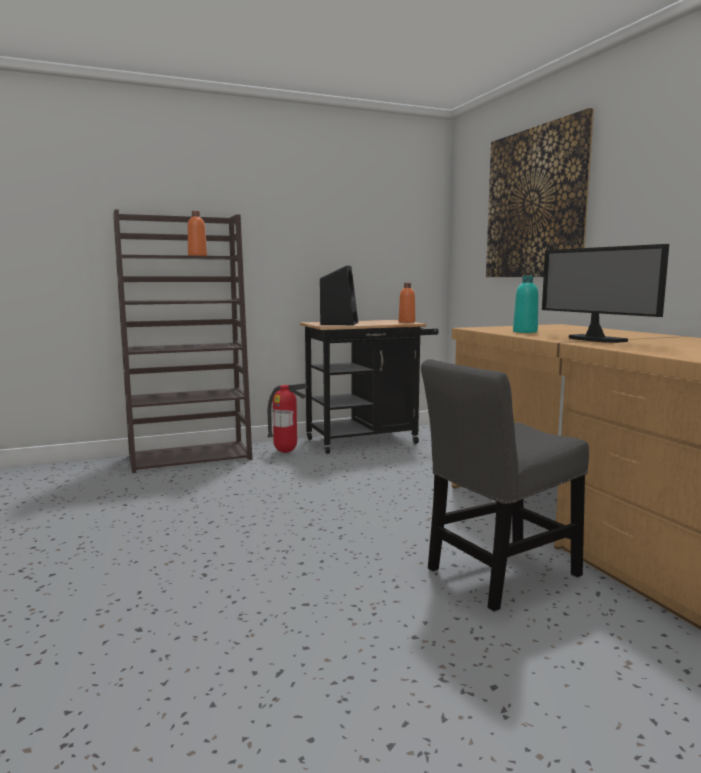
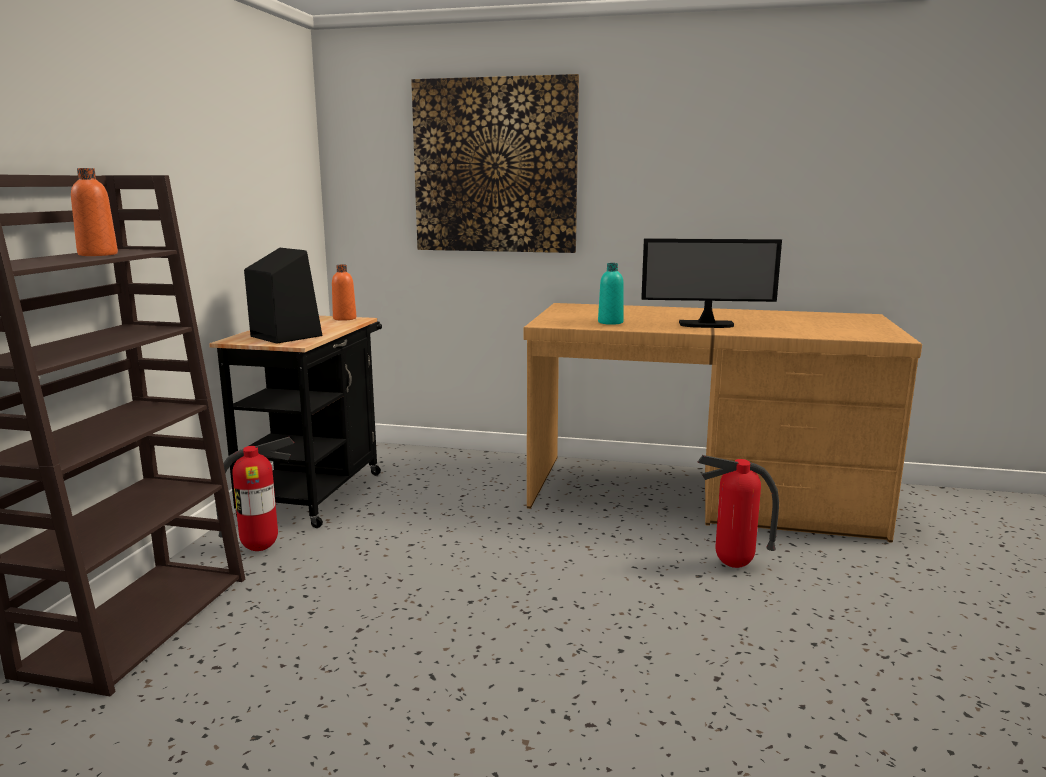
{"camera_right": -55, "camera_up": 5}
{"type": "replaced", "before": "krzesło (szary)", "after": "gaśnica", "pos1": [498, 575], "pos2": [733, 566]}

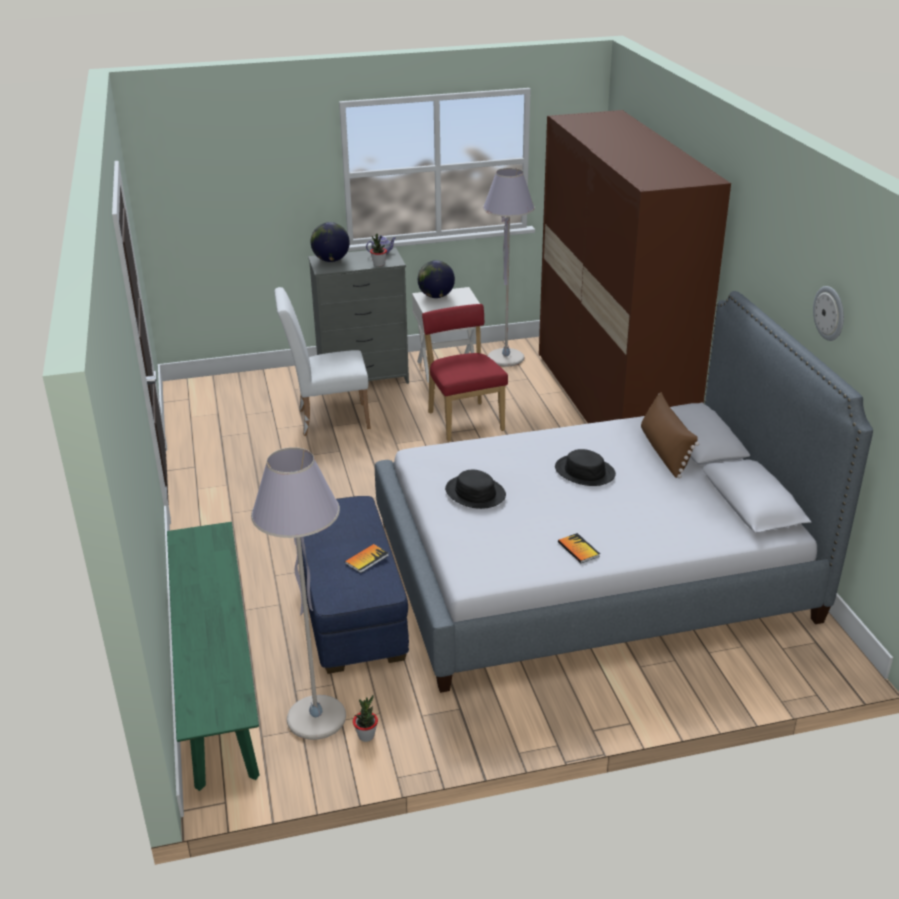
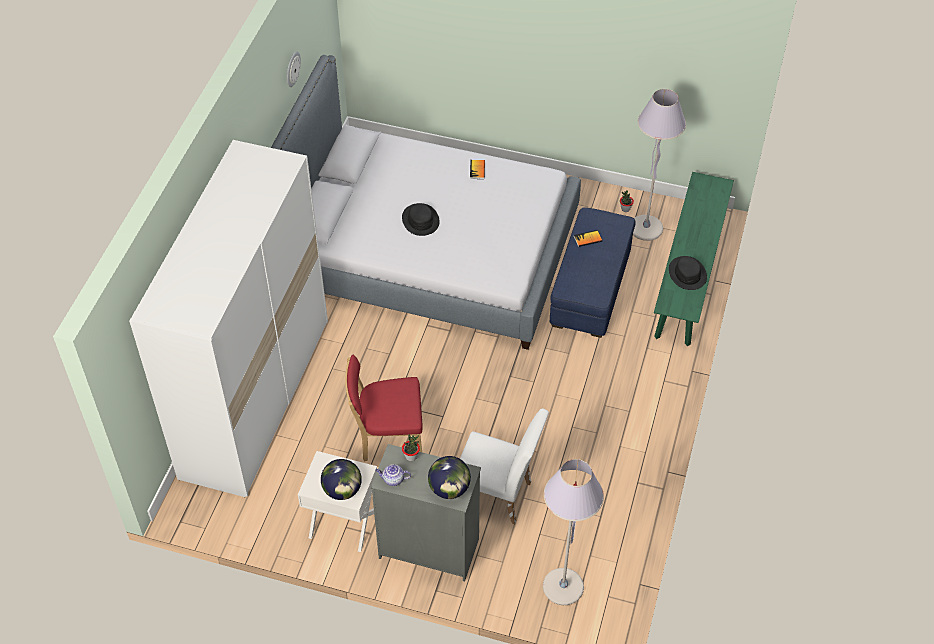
{"camera_right": -150, "camera_up": 20}
{"type": "removed", "before": "poduszka (brązowy)", "pos1": [665, 452]}
{"type": "moved", "before": "kapelusz (czarny)", "pos1": [475, 493], "pos2": [687, 274]}
{"type": "moved", "before": "lampa stojąca (szary)", "pos1": [506, 358], "pos2": [563, 587]}
{"type": "recoloured", "before": "szafa (brązowy)", "after": "szafa (biały)", "pos1": [611, 404], "pos2": [256, 397]}
{"type": "turned", "before": "krzesło (czerwony)", "pos1": [464, 419], "pos2": [387, 437], "turn": 75}

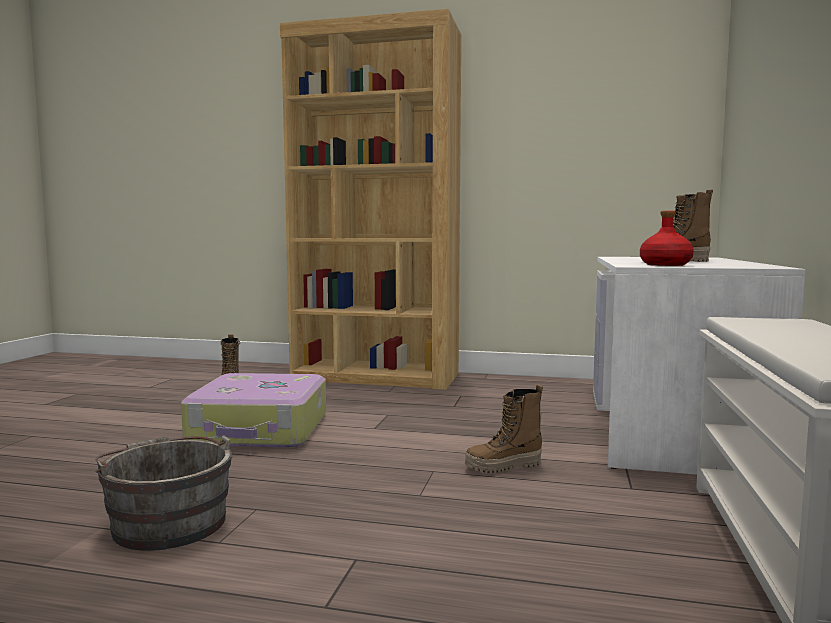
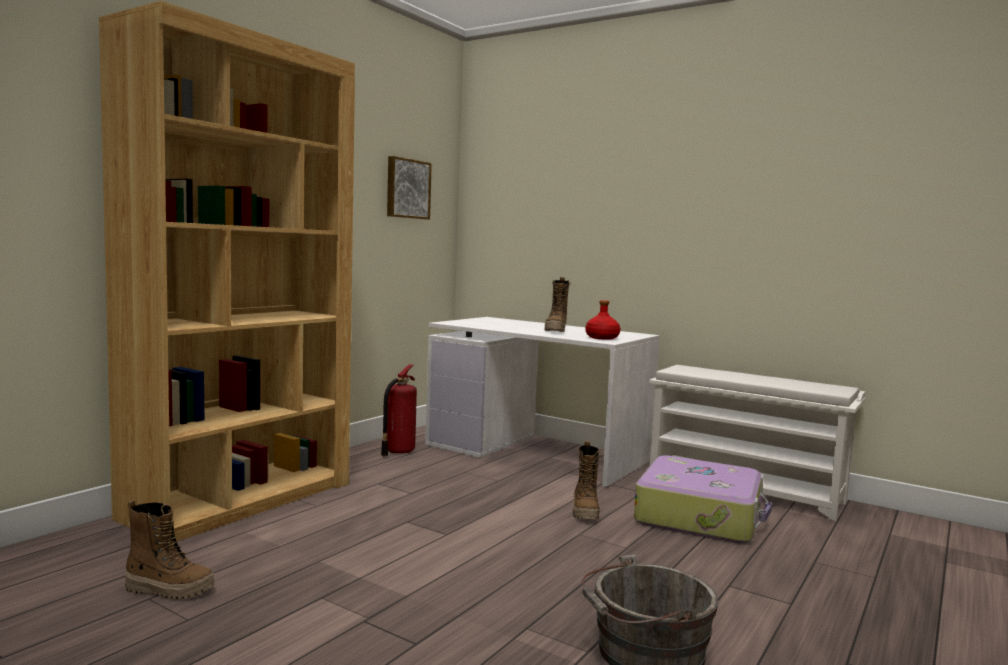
{"camera_right": -70, "camera_up": 0}
{"type": "added", "after": "gaśnica", "pos2": [398, 452]}
{"type": "added", "after": "obraz", "pos2": [407, 189]}
{"type": "moved", "before": "walizka", "pos1": [260, 429], "pos2": [700, 516]}

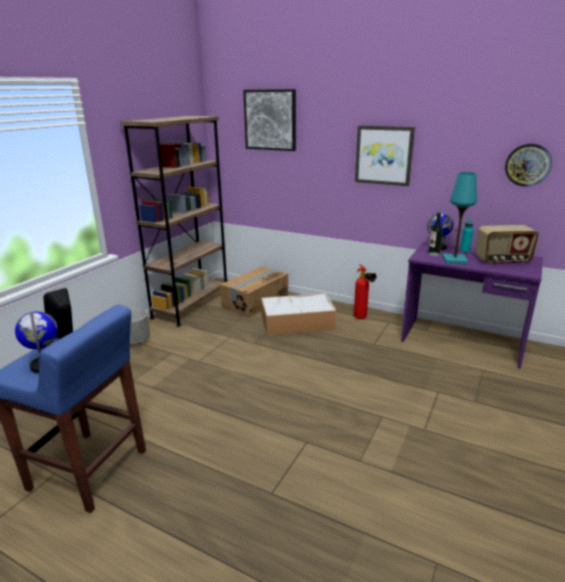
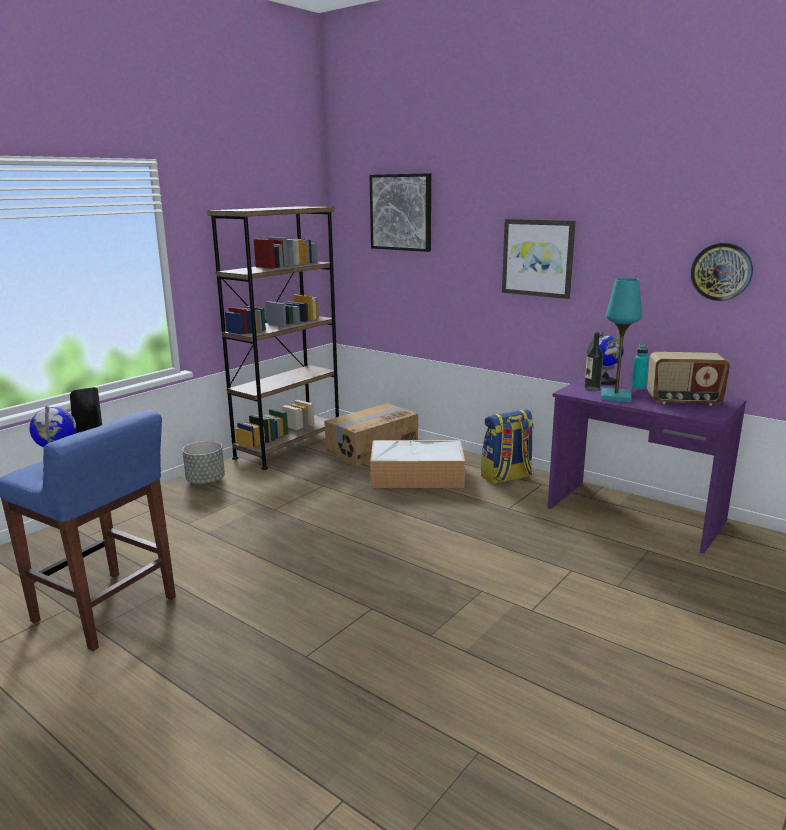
{"camera_right": 10, "camera_up": -5}
{"type": "replaced", "before": "gaśnica", "after": "plecak", "pos1": [362, 318], "pos2": [506, 477]}

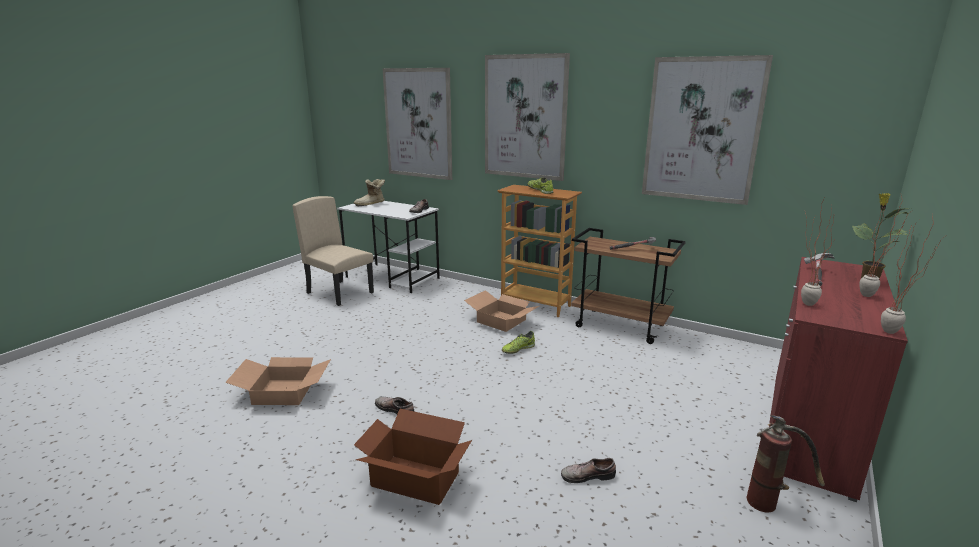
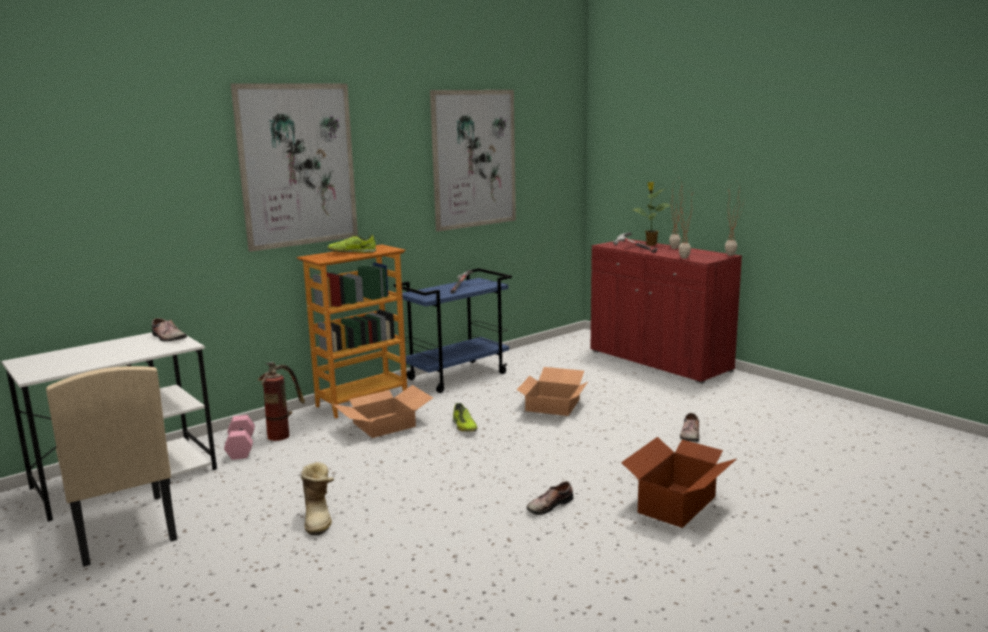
{"camera_right": -70, "camera_up": -5}
{"type": "removed", "before": "obraz", "pos1": [418, 123]}
{"type": "added", "after": "hantel (różowy)", "pos2": [240, 447]}
{"type": "moved", "before": "karton", "pos1": [284, 391], "pos2": [552, 405]}
{"type": "moved", "before": "but z cholewką", "pos1": [371, 204], "pos2": [319, 519]}
{"type": "moved", "before": "gaśnica", "pos1": [771, 500], "pos2": [282, 432]}
{"type": "recoloured", "before": "wózek (brązowy)", "after": "wózek (niebieski)", "pos1": [621, 326], "pos2": [457, 376]}
{"type": "turned", "before": "krzesło (beżowy)", "pos1": [340, 292], "pos2": [123, 529], "turn": -90}

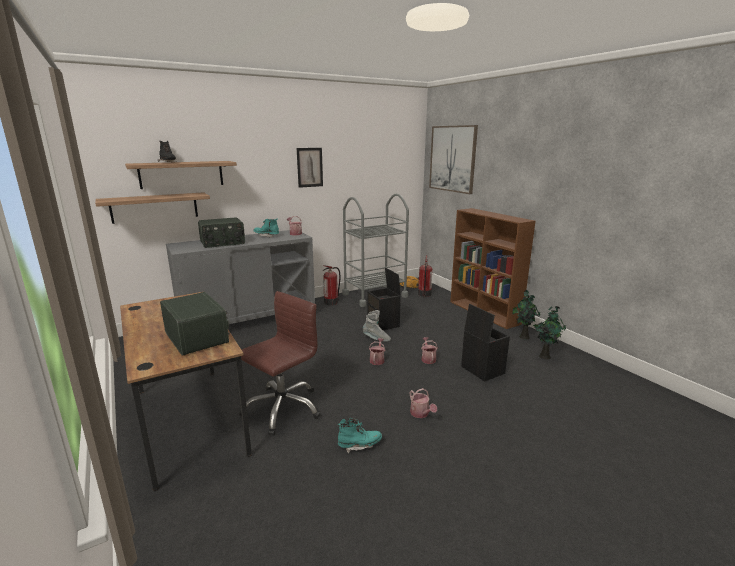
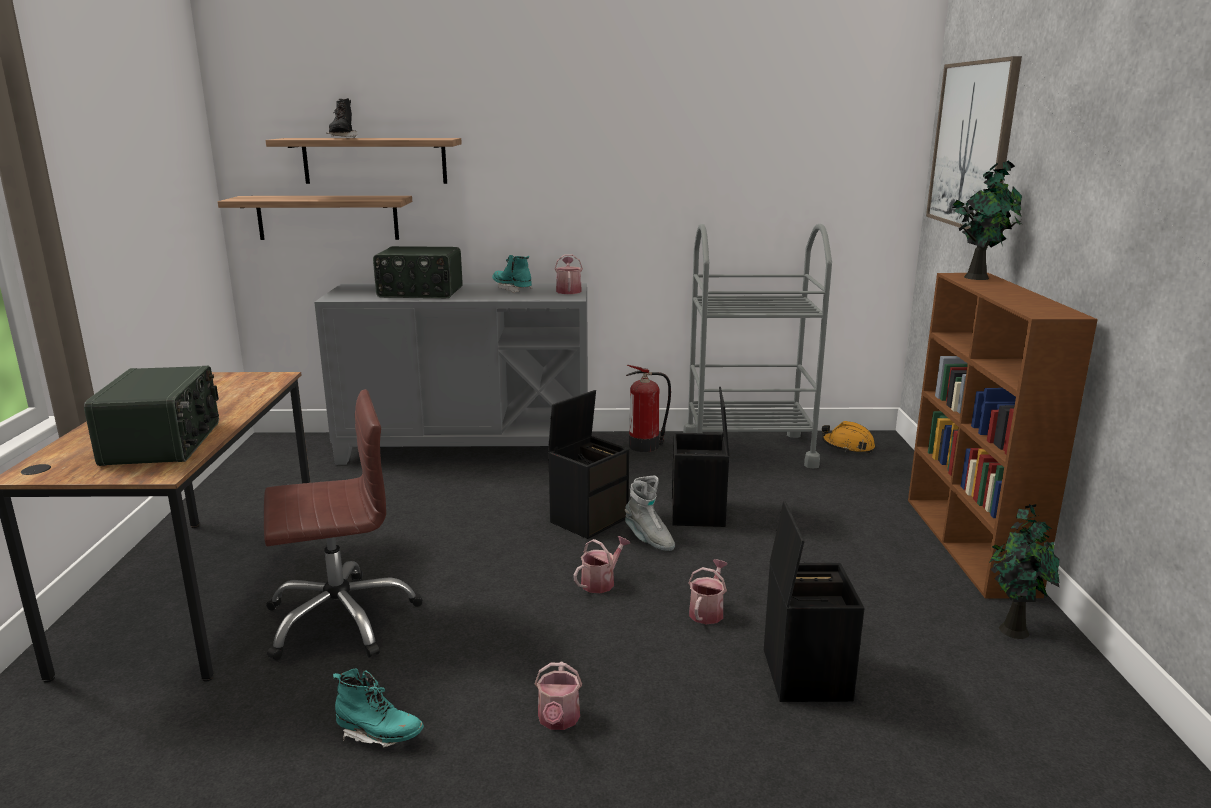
{"camera_right": 30, "camera_up": 0}
{"type": "removed", "before": "obraz", "pos1": [309, 167]}
{"type": "removed", "before": "gaśnica", "pos1": [424, 294]}
{"type": "added", "after": "pojemnik do przechowywania (czarny)", "pos2": [589, 519]}
{"type": "moved", "before": "roślina doniczkowa", "pos1": [545, 356], "pos2": [978, 277]}

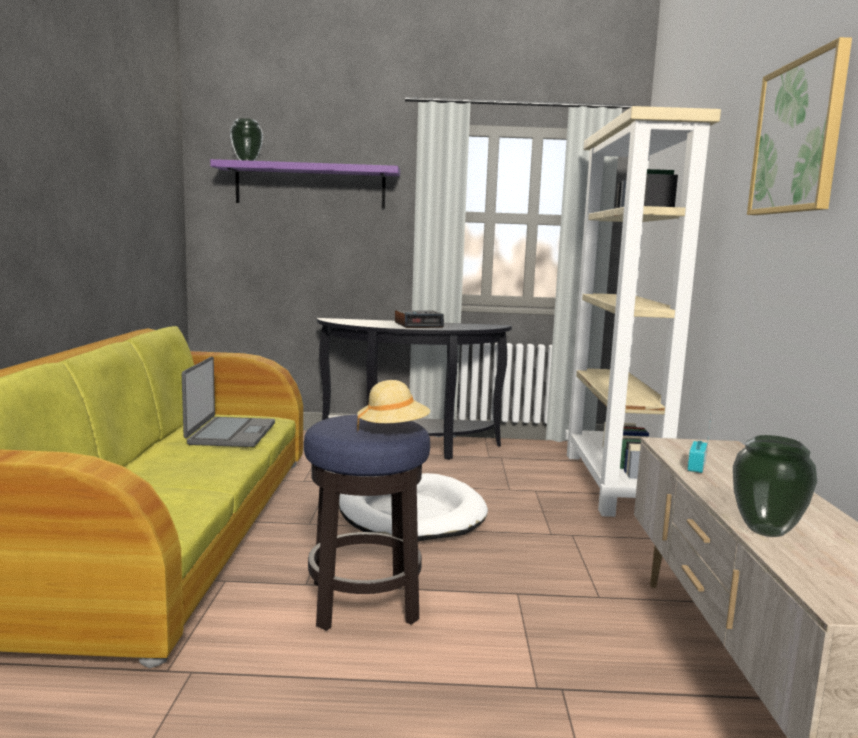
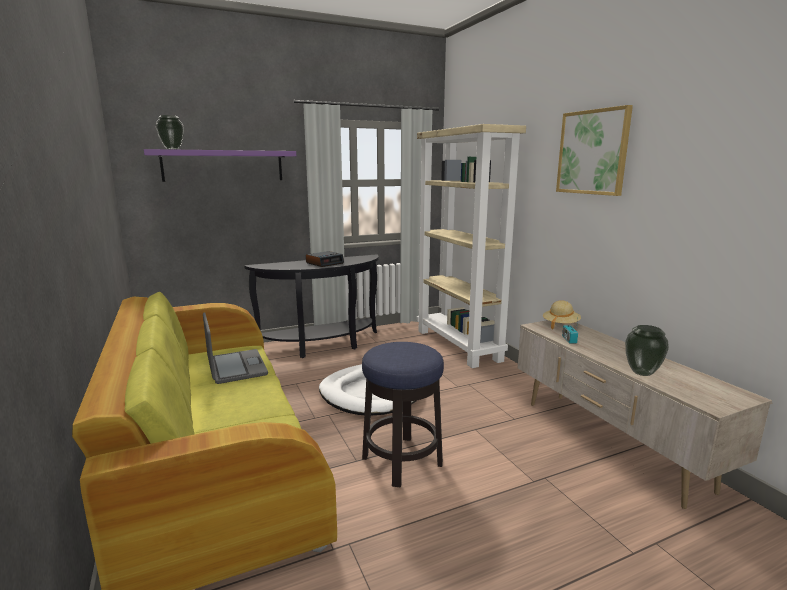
{"camera_right": -25, "camera_up": 5}
{"type": "moved", "before": "kapelusz (beżowy)", "pos1": [393, 430], "pos2": [560, 325]}

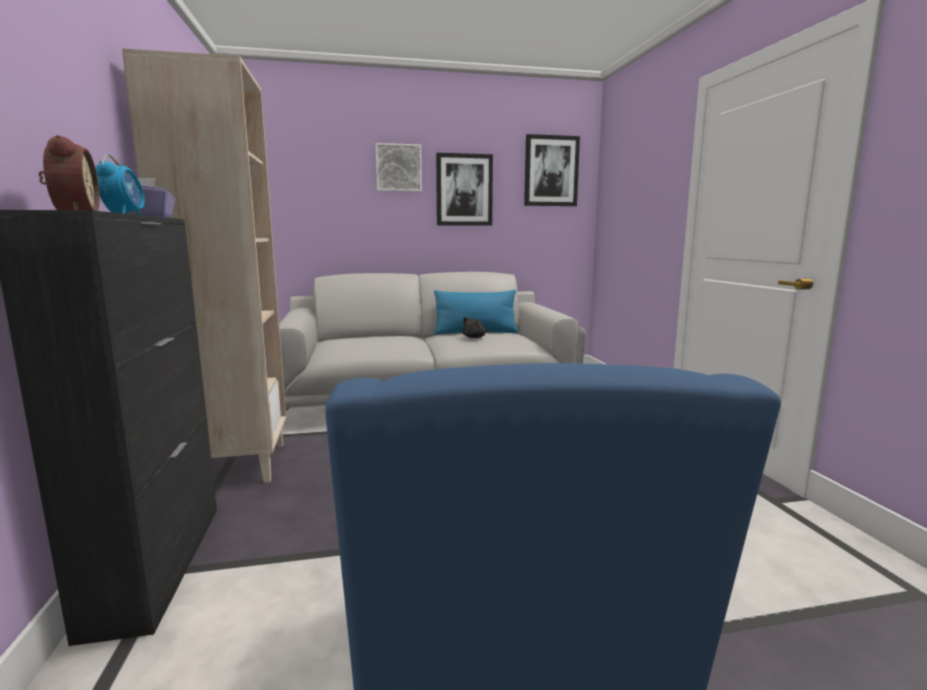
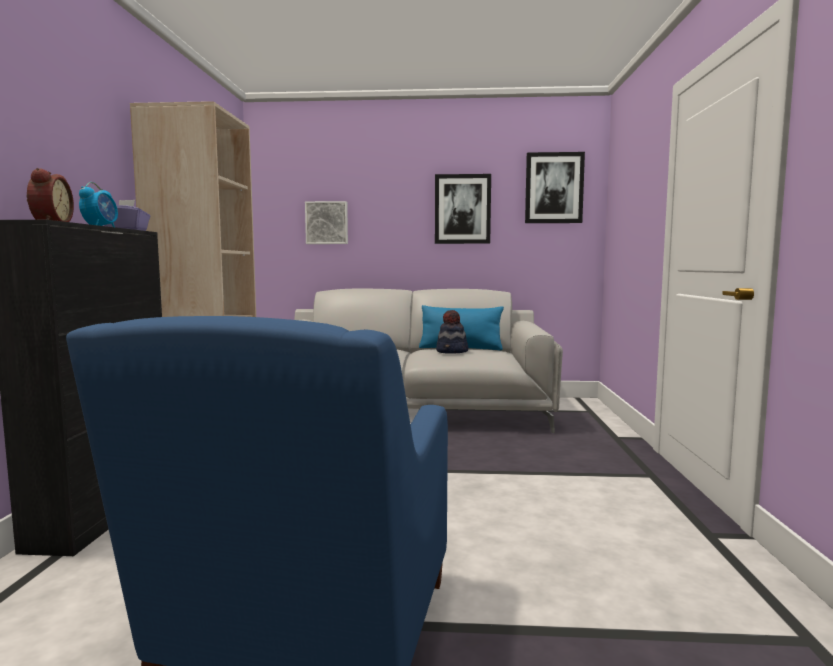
{"camera_right": 15, "camera_up": -5}
{"type": "moved", "before": "obraz", "pos1": [398, 168], "pos2": [327, 223]}
{"type": "replaced", "before": "pluszak (czarny)", "after": "kapelusz", "pos1": [475, 337], "pos2": [452, 351]}

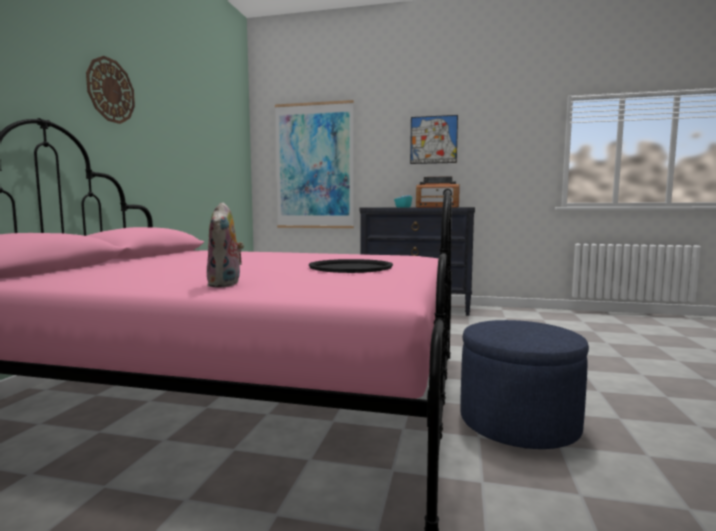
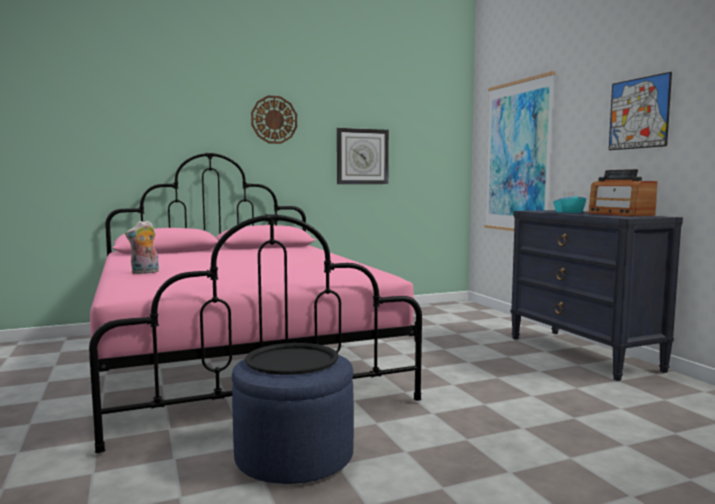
{"camera_right": 55, "camera_up": 0}
{"type": "added", "after": "zegar ścienny", "pos2": [362, 156]}
{"type": "moved", "before": "taca (czarny)", "pos1": [351, 267], "pos2": [292, 360]}

